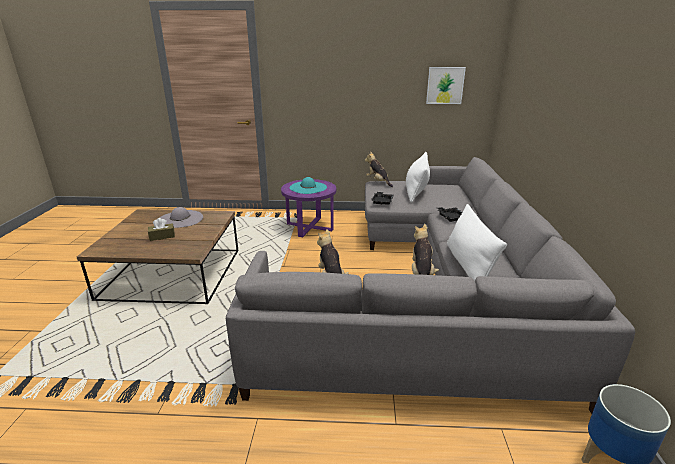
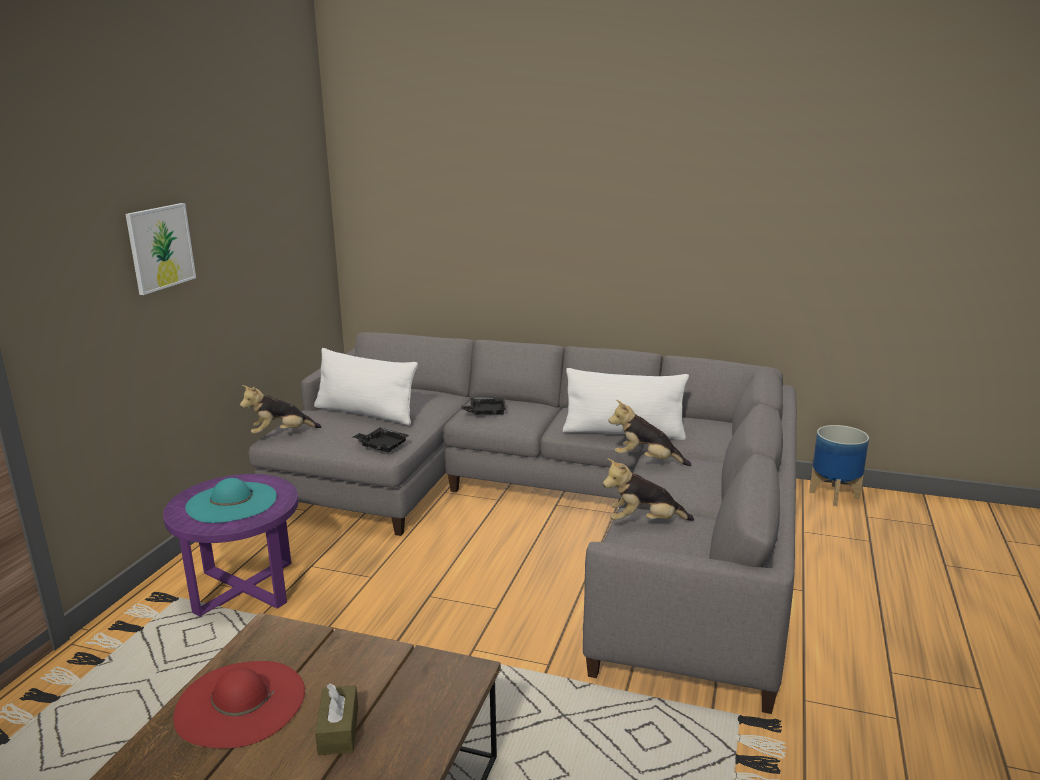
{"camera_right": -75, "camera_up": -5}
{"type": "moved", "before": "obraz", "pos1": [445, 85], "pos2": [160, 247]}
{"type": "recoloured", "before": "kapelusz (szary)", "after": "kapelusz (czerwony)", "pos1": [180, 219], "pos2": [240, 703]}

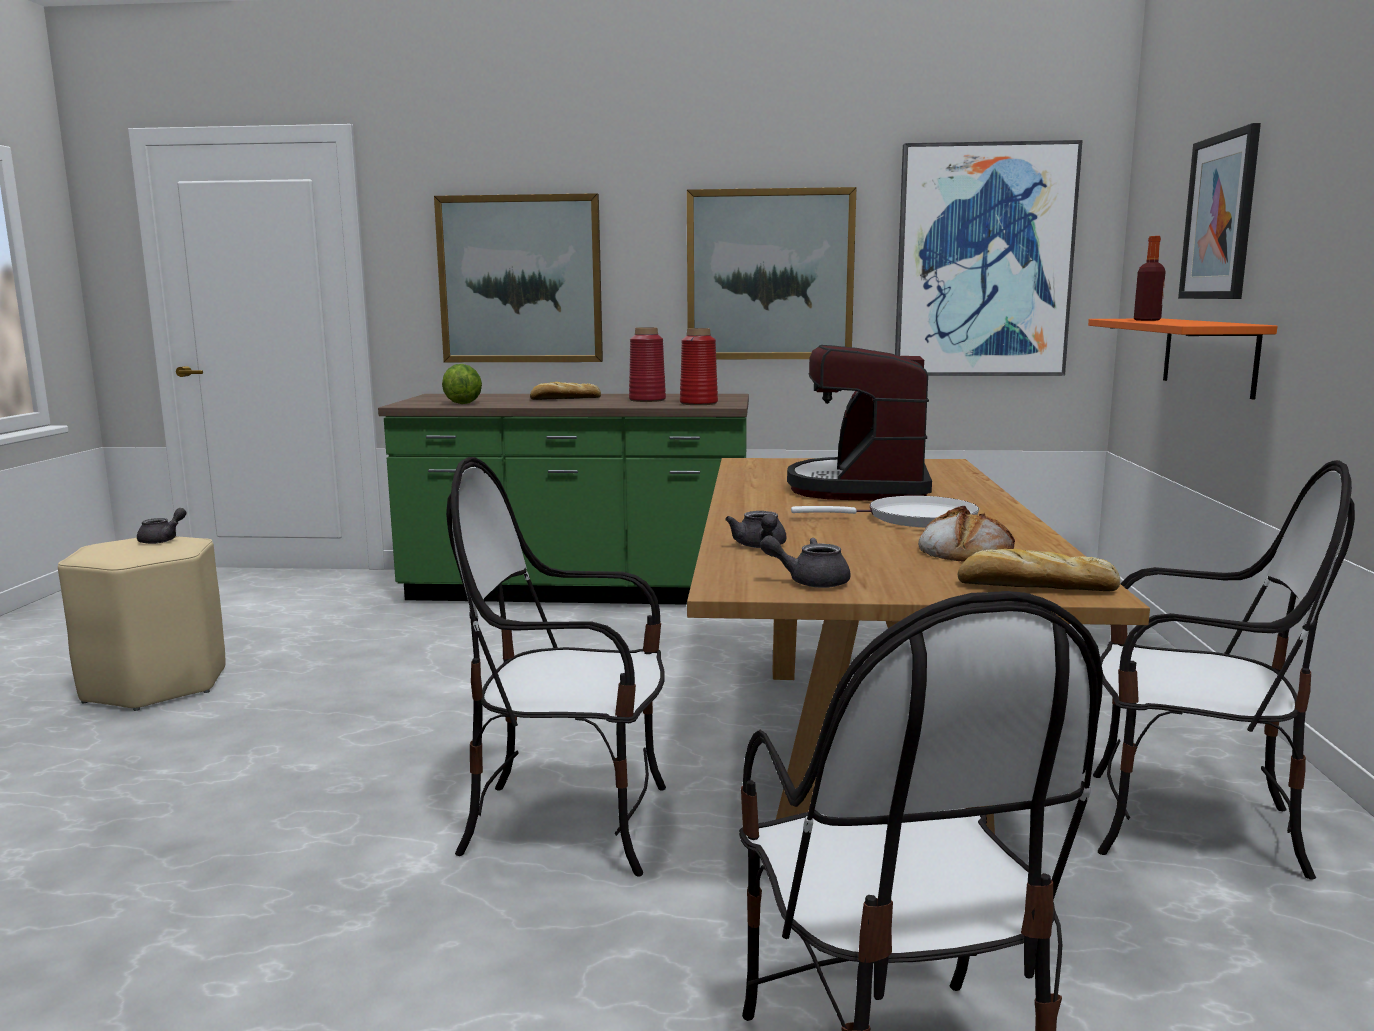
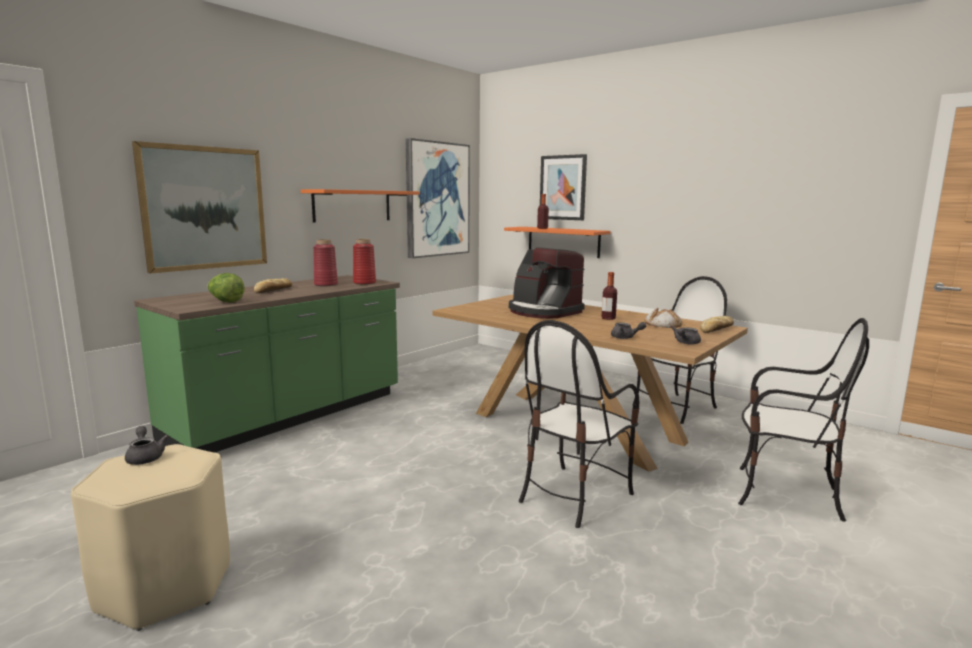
{"camera_right": -55, "camera_up": 0}
{"type": "replaced", "before": "obraz", "after": "półka (pomarańczowy)", "pos1": [770, 275], "pos2": [352, 205]}
{"type": "replaced", "before": "patelnia (biały)", "after": "butelka", "pos1": [914, 519], "pos2": [608, 318]}

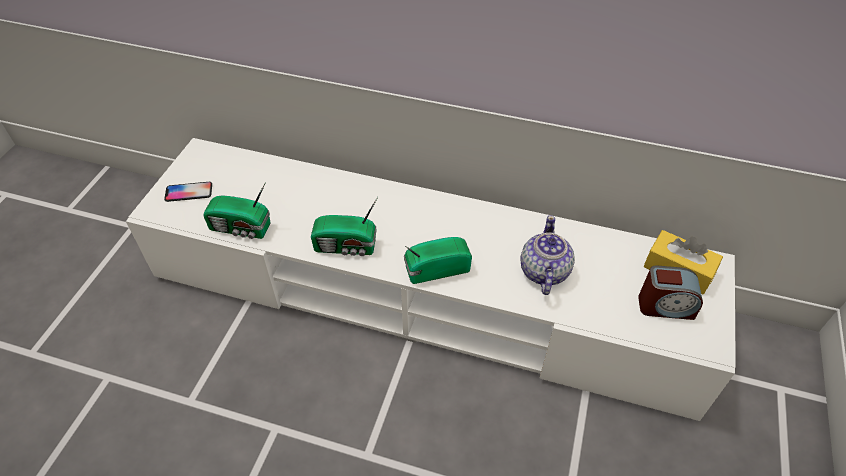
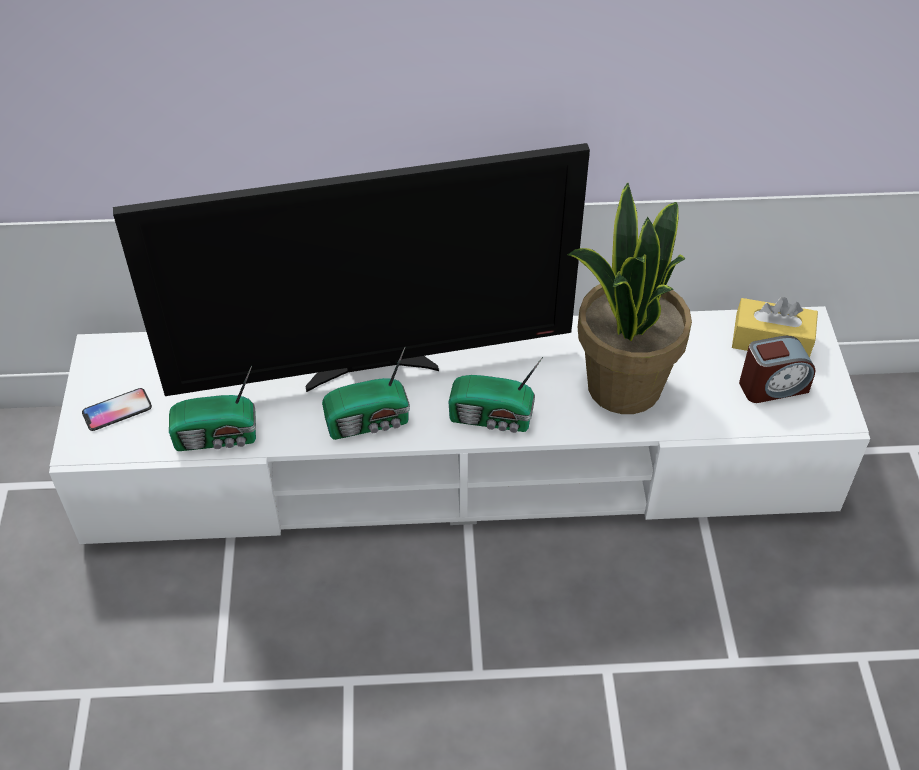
{"camera_right": -20, "camera_up": 0}
{"type": "added", "after": "telewizor", "pos2": [371, 369]}
{"type": "replaced", "before": "imbryk", "after": "roślina doniczkowa", "pos1": [543, 272], "pos2": [622, 385]}
{"type": "turned", "before": "radio", "pos1": [435, 269], "pos2": [493, 418], "turn": -135}

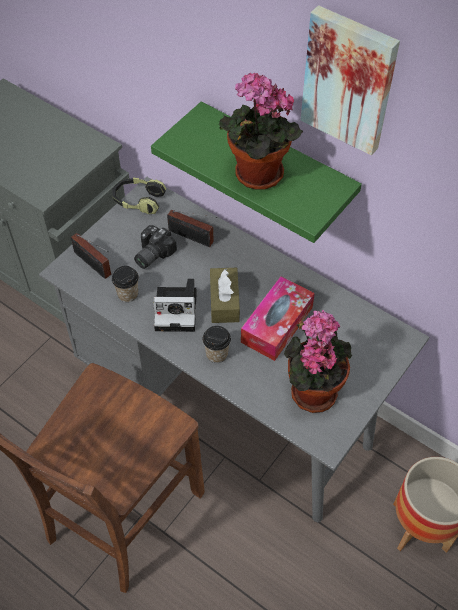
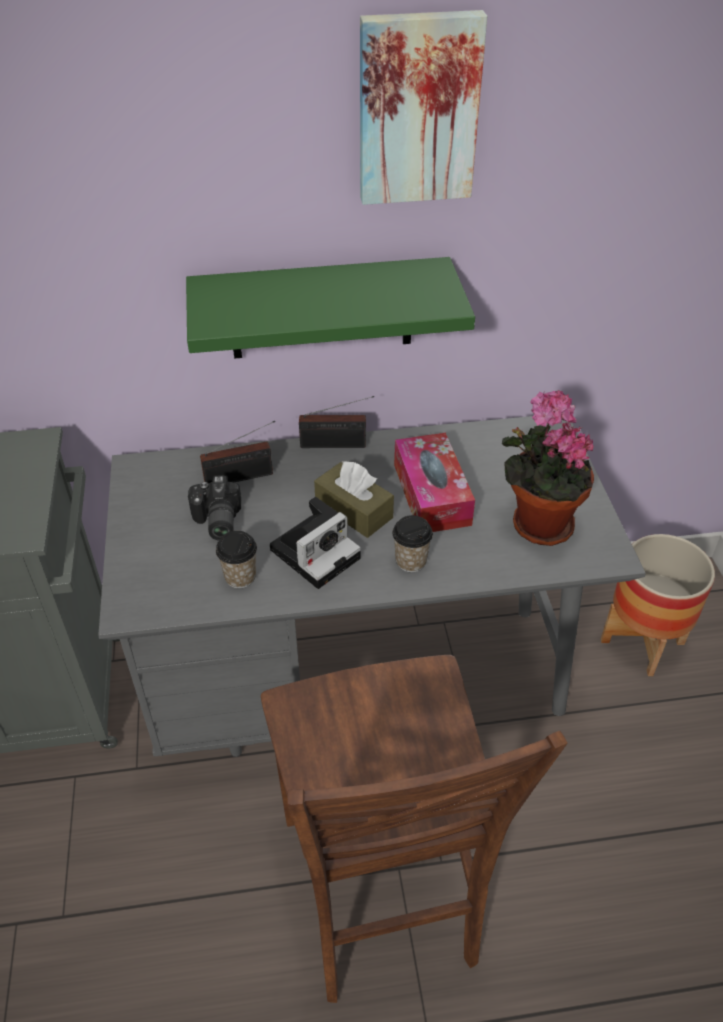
{"camera_right": -45, "camera_up": -10}
{"type": "removed", "before": "słuchawki", "pos1": [138, 201]}
{"type": "removed", "before": "roślina doniczkowa", "pos1": [255, 176]}
{"type": "moved", "before": "radio", "pos1": [94, 265], "pos2": [337, 445]}

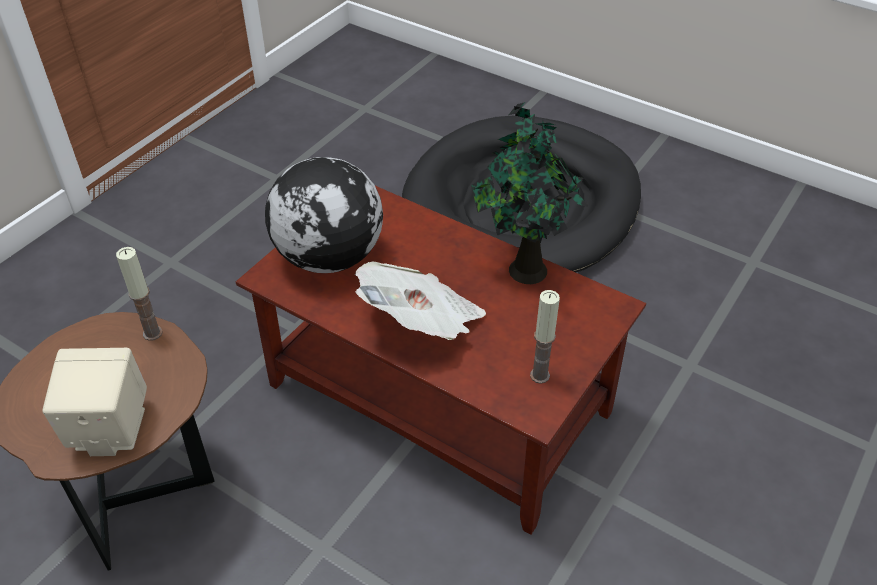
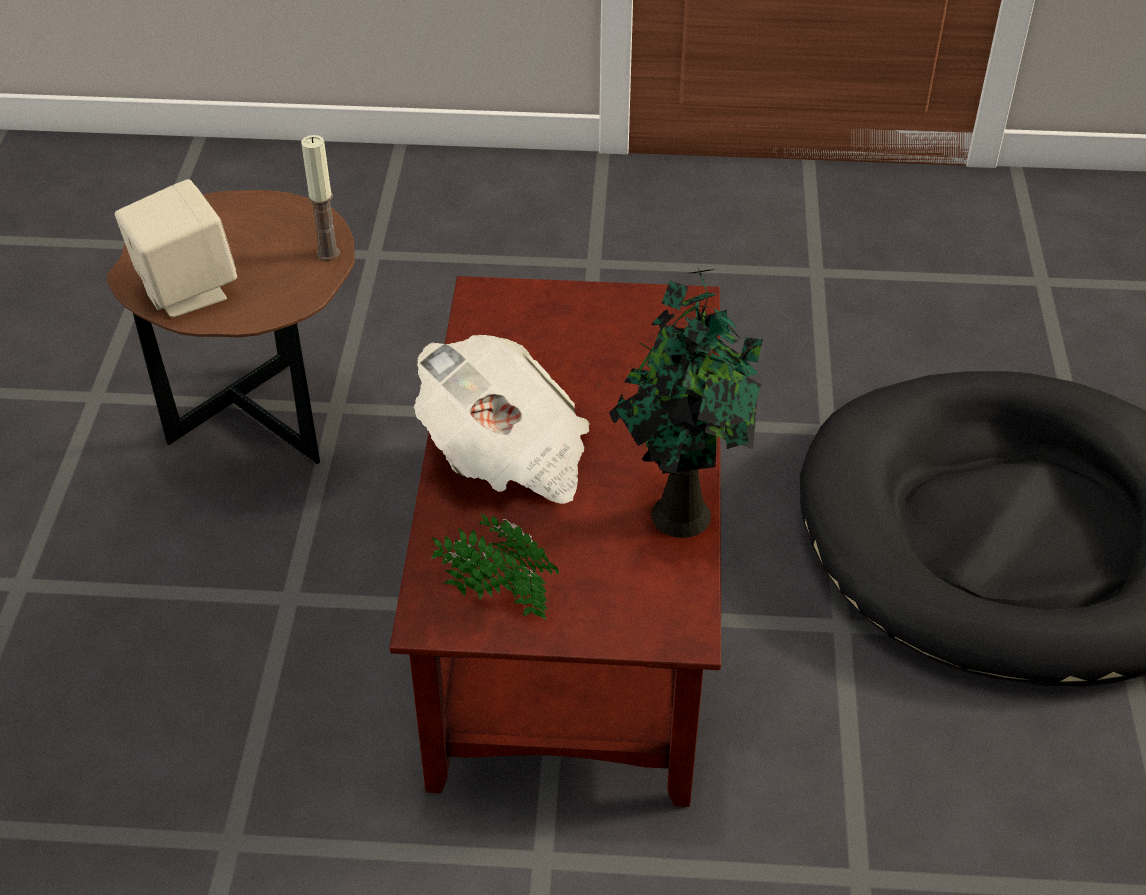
{"camera_right": 60, "camera_up": 0}
{"type": "removed", "before": "globus", "pos1": [330, 257]}
{"type": "replaced", "before": "świeca", "after": "roślina doniczkowa", "pos1": [540, 375], "pos2": [497, 598]}

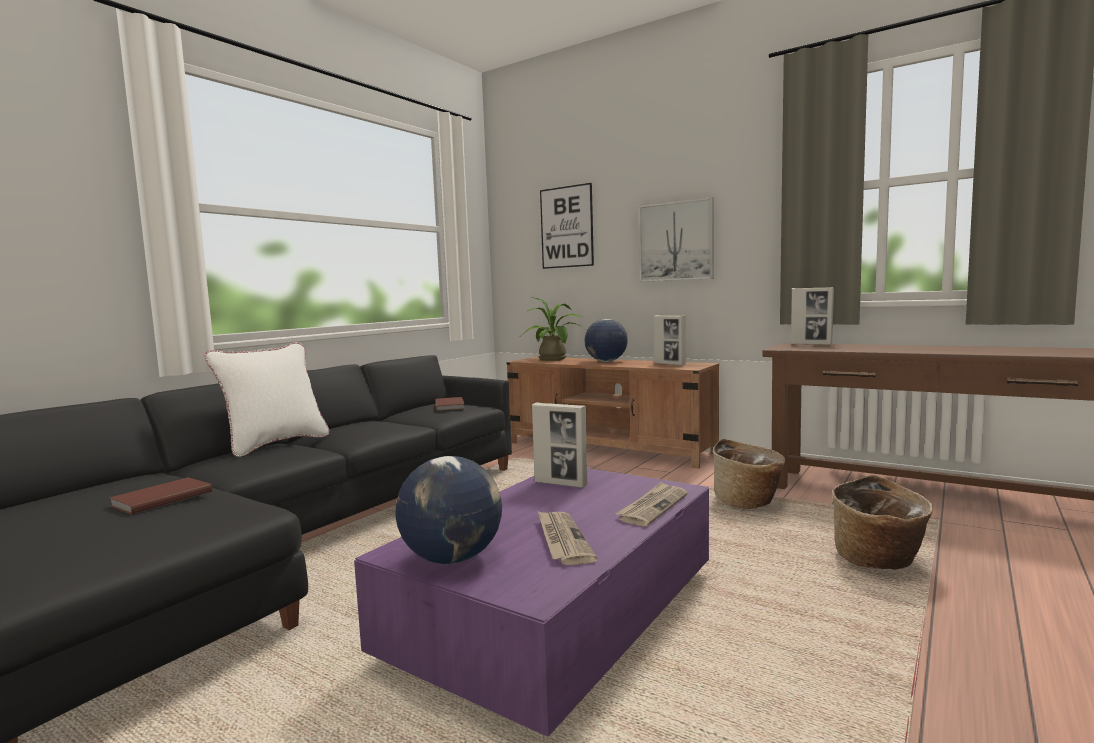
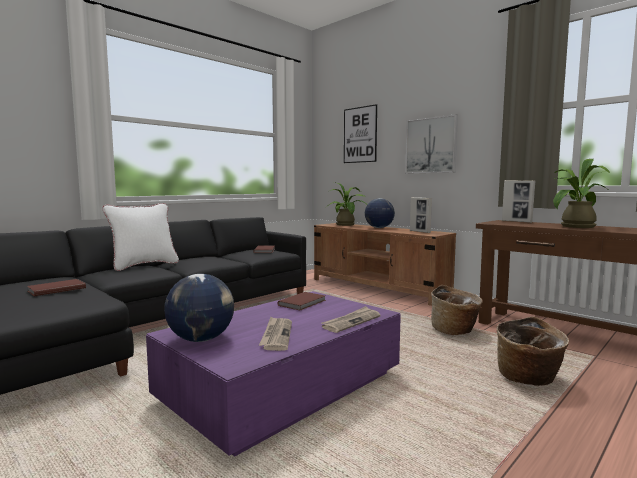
{"camera_right": 10, "camera_up": 0}
{"type": "added", "after": "roślina doniczkowa", "pos2": [575, 227]}
{"type": "replaced", "before": "ramka na zdjęcie", "after": "książka (brązowy)", "pos1": [561, 484], "pos2": [303, 303]}

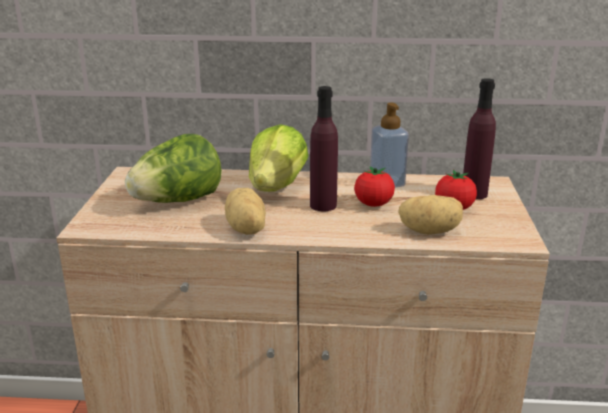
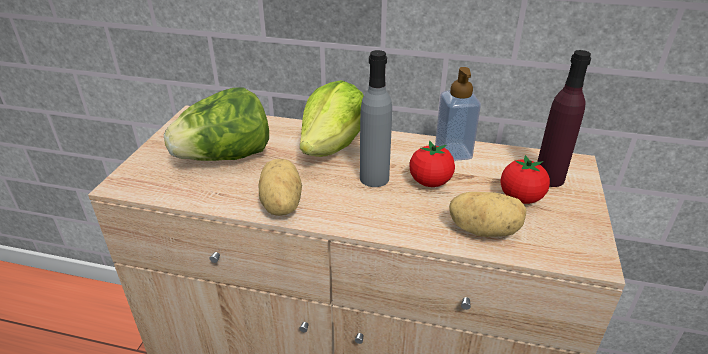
{"camera_right": 10, "camera_up": 10}
{"type": "recoloured", "before": "butelka (fioletowy)", "after": "butelka (szary)", "pos1": [323, 205], "pos2": [374, 178]}

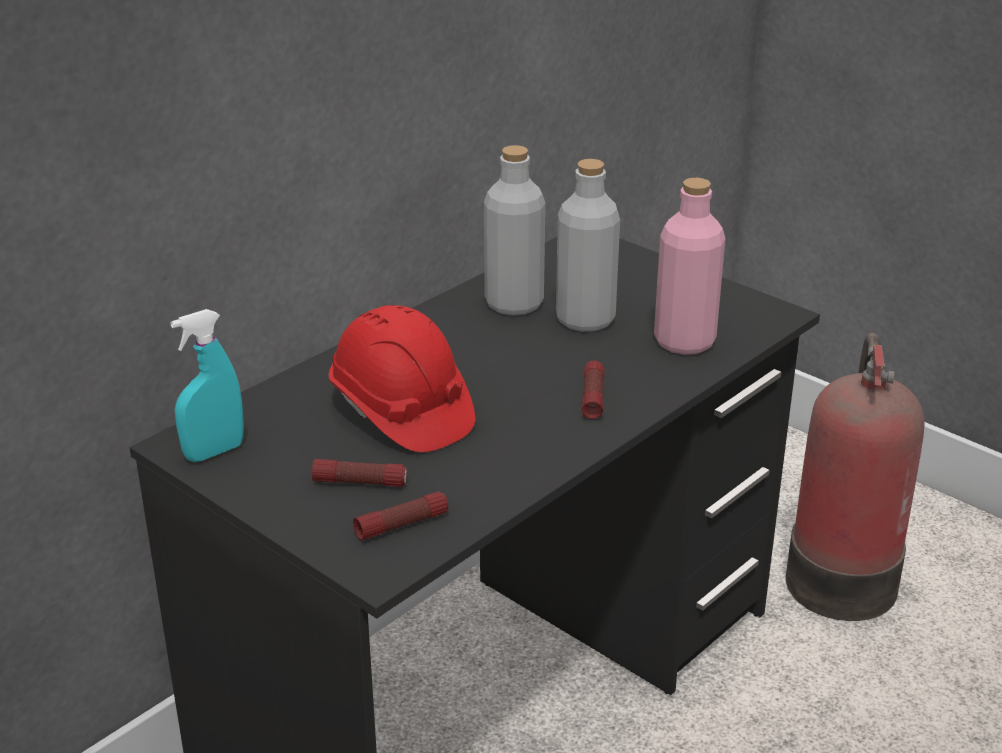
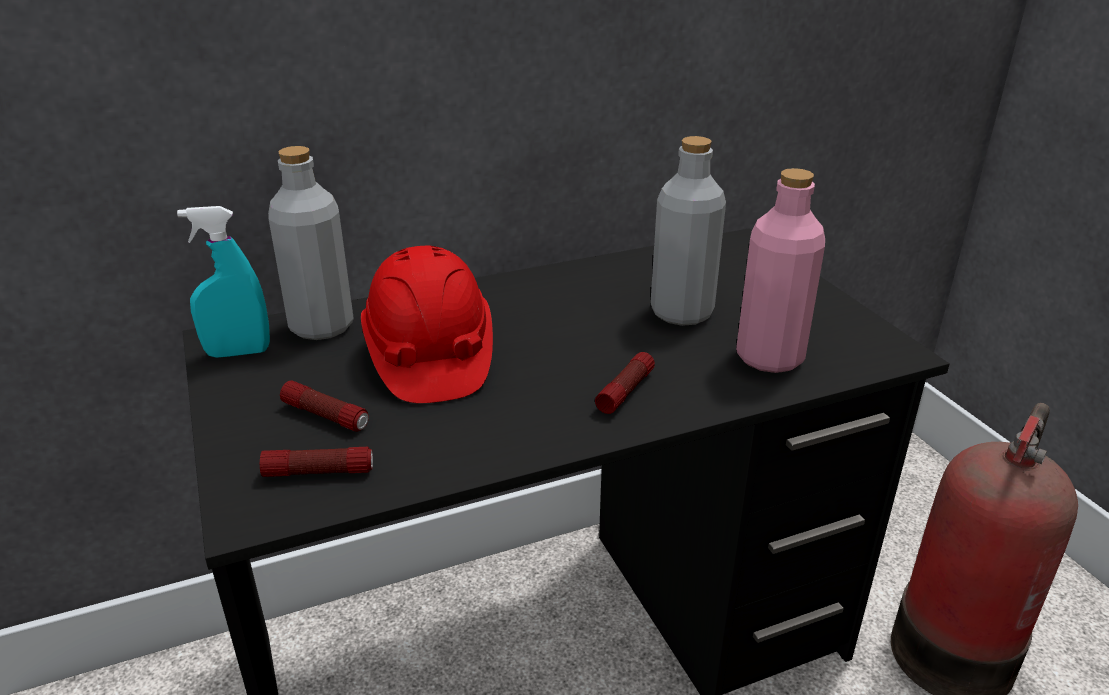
{"camera_right": 25, "camera_up": 0}
{"type": "moved", "before": "butelka (szary)", "pos1": [514, 303], "pos2": [321, 326]}

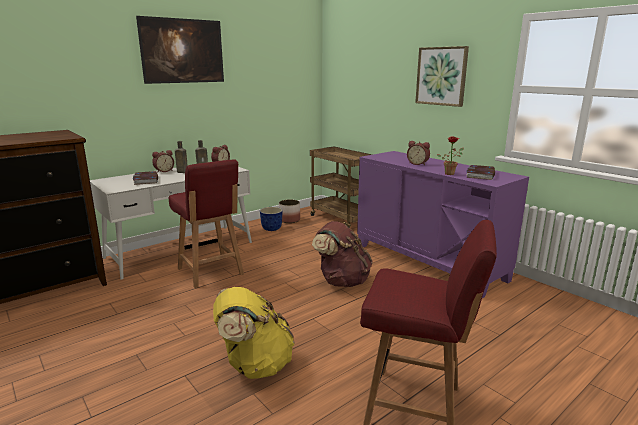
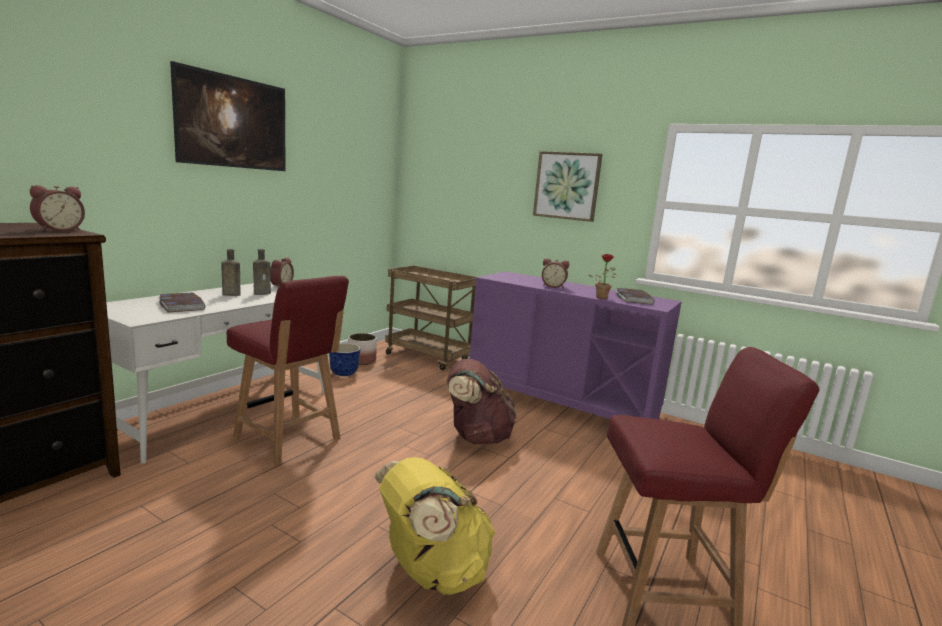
{"camera_right": -20, "camera_up": -5}
{"type": "moved", "before": "budzik", "pos1": [164, 171], "pos2": [58, 230]}

